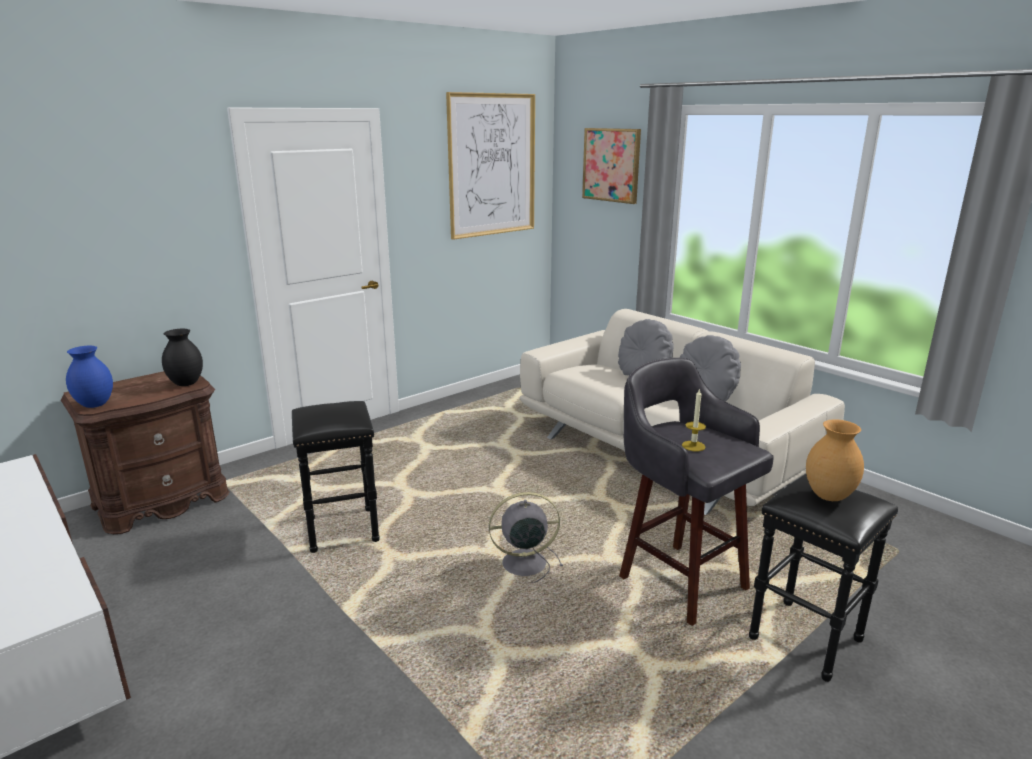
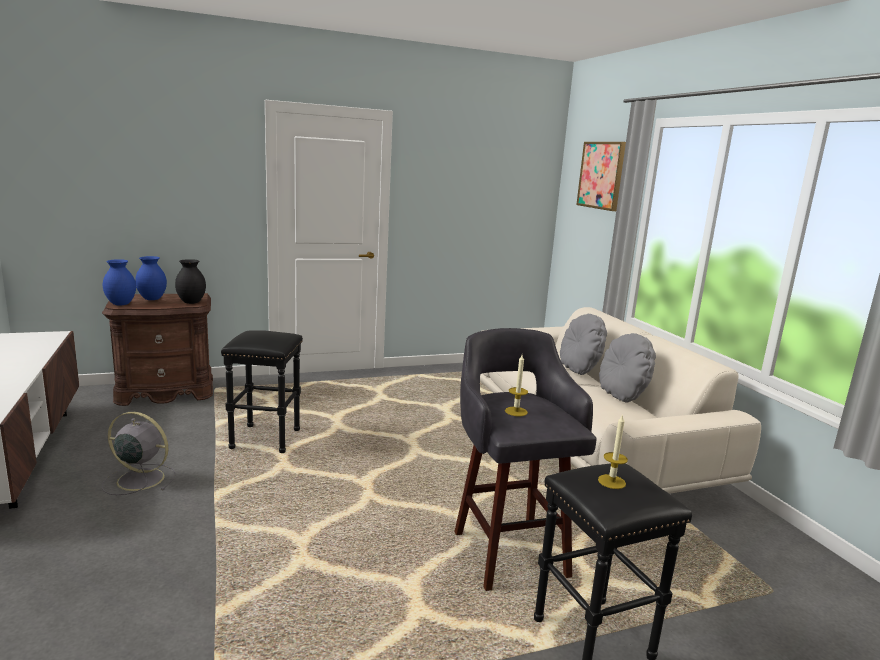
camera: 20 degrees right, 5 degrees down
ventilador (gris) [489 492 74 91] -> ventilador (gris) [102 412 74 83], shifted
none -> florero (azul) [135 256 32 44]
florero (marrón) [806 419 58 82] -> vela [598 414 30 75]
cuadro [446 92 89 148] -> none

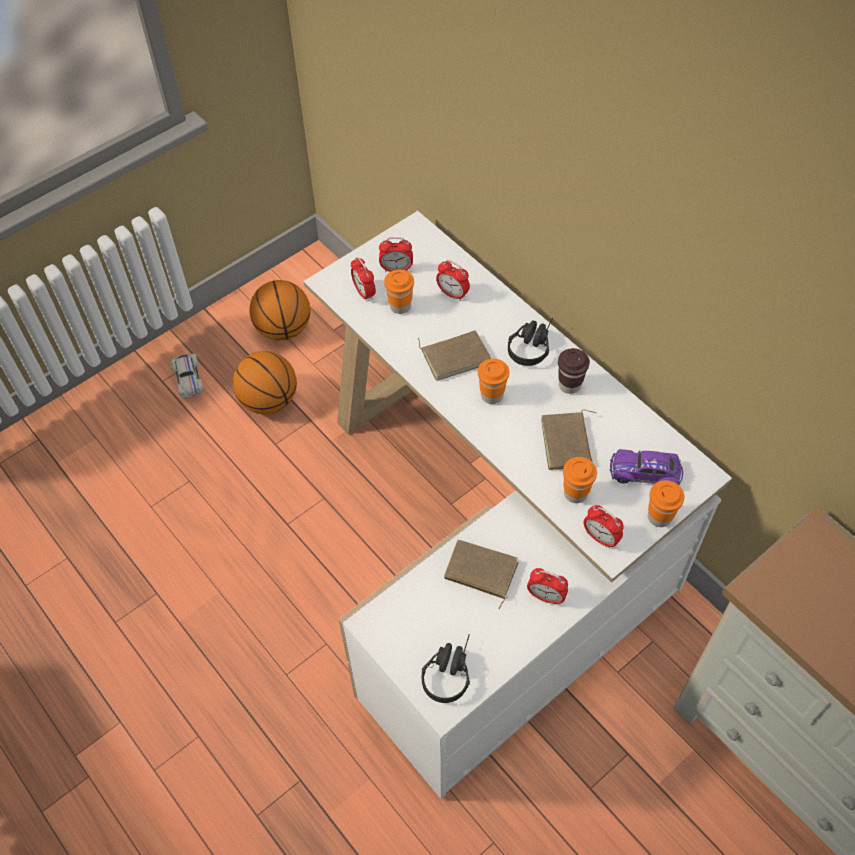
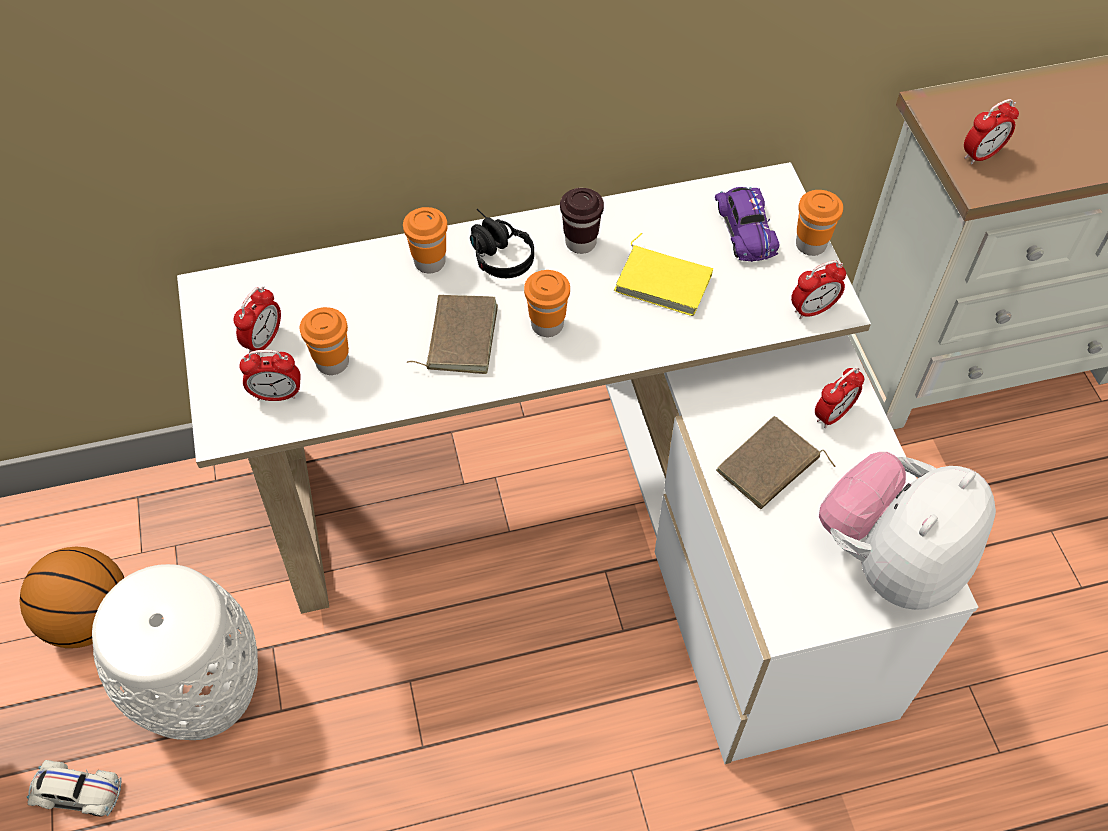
camera: 65 degrees left, 0 degrees up
balón de baloncesto [233 351 64 63] -> taburete (blanco) [92 564 166 176]
taza (naranja) [563 457 34 46] -> taza (naranja) [403 207 45 66], shifted
libro (marrón) [541 409 56 61] -> libro (amarillo) [614 233 99 83]
coche de juguete (morado) [610 449 73 36] -> coche de juguete (morado) [715 187 65 75], 45 degrees counterclockwise
auriculares (negro) [422 634 48 69] -> peluche [819 452 177 158]
despertador [436 260 34 41] -> despertador [964 99 55 66], shifted

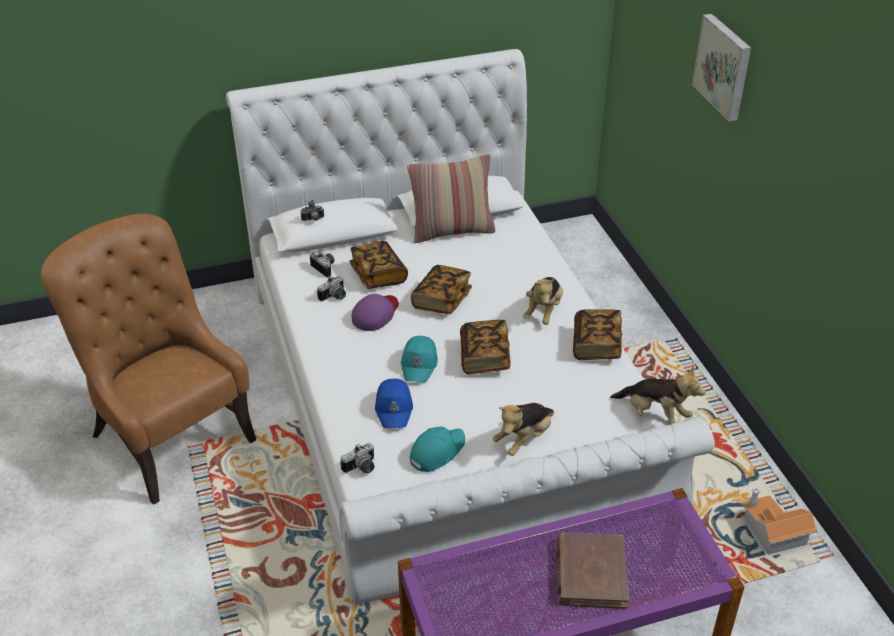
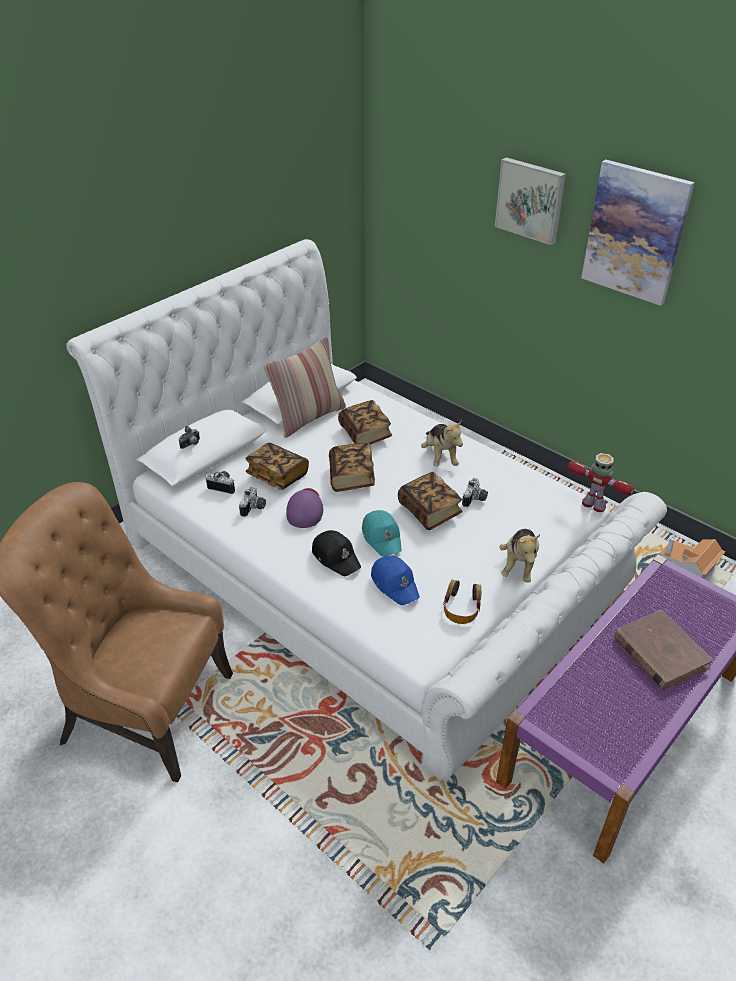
camera: 30 degrees left, 0 degrees up
none -> gorra (negro) [312 530 49 46]
libro [573 309 49 51] -> libro [338 400 54 45], shifted
gorra (turquesa) [410 427 55 45] -> auriculares [443 580 39 44]
cámara [340 443 34 31] -> cámara [462 478 26 29], shifted
peluche [610 366 96 59] -> robot de juguete [568 453 66 59]
none -> cuadro [581 160 114 146]

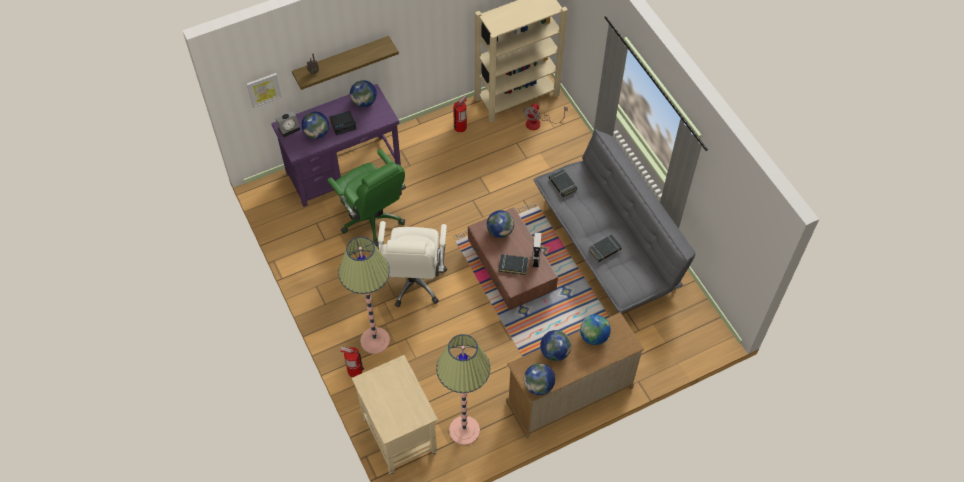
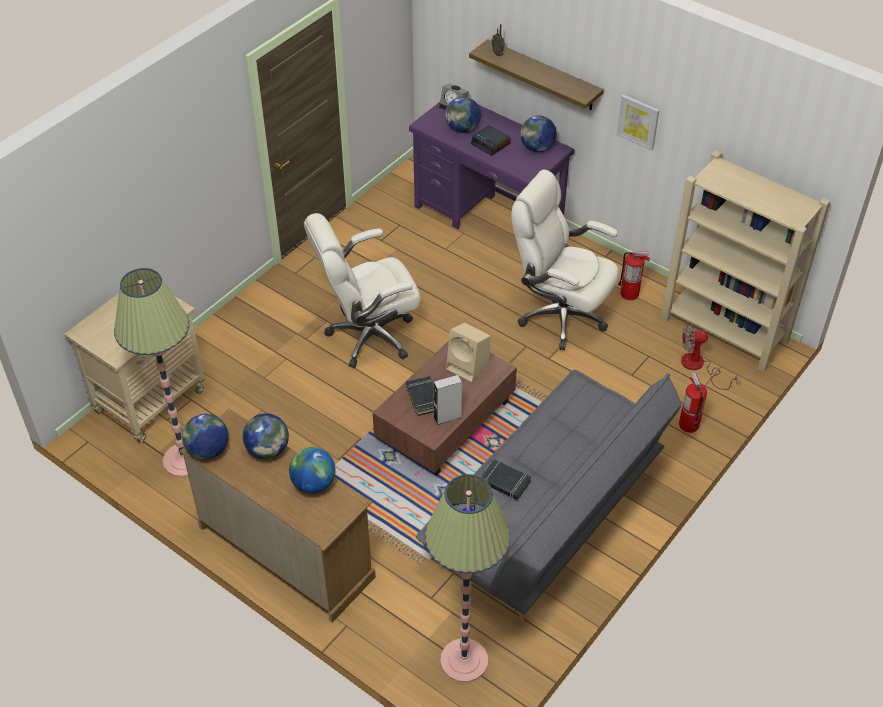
camera: 65 degrees right, 10 degrees down
lámpara de pie [338 237 52 117] -> lámpara de pie [425 474 86 209], shifted
globo terráqueo [487 210 27 28] -> altavoz (beis) [446 323 45 59]
none -> silla de oficina (blanco) [512 170 107 180]
cuadro [247 73 35 35] -> cuadro [616 94 43 57], shifted
extintor [340 346 24 31] -> extintor [679 372 28 61], shifted
silla de oficina (verde) [327 149 79 98] -> none
libro (negro) [549 169 28 28] -> none

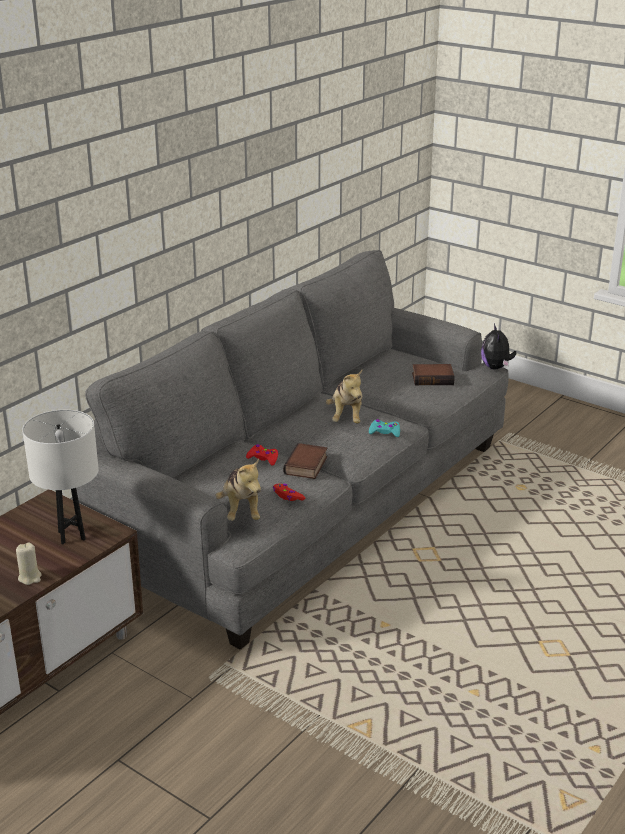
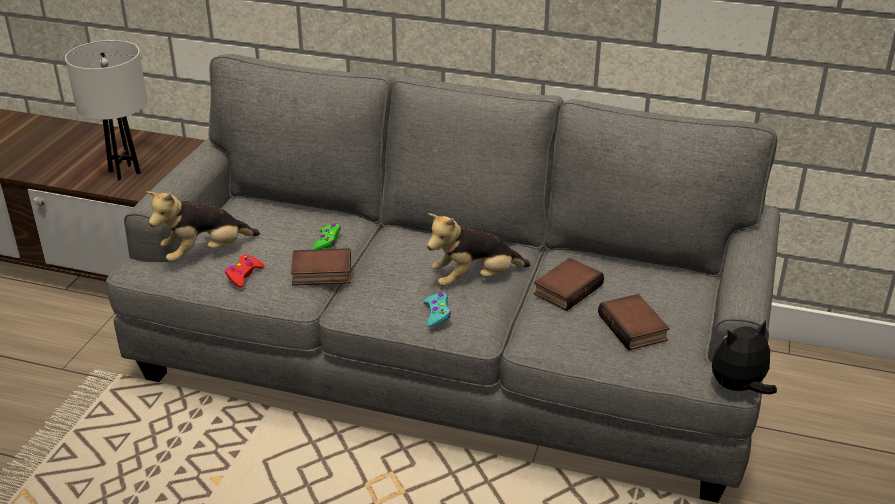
camera: 70 degrees right, 5 degrees up
mando de consola (rojo) [246 444 32 22] -> mando de consola (verde) [312 224 29 26]
none -> libro [533 258 71 53]
vela (beis) [16 543 26 42] -> none

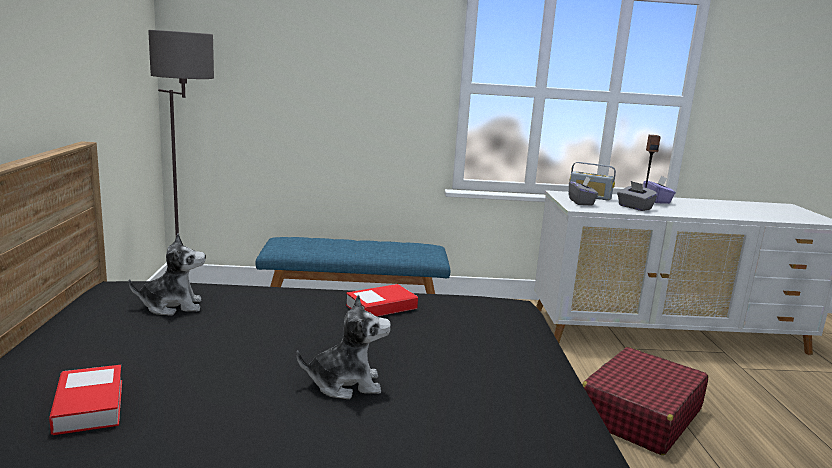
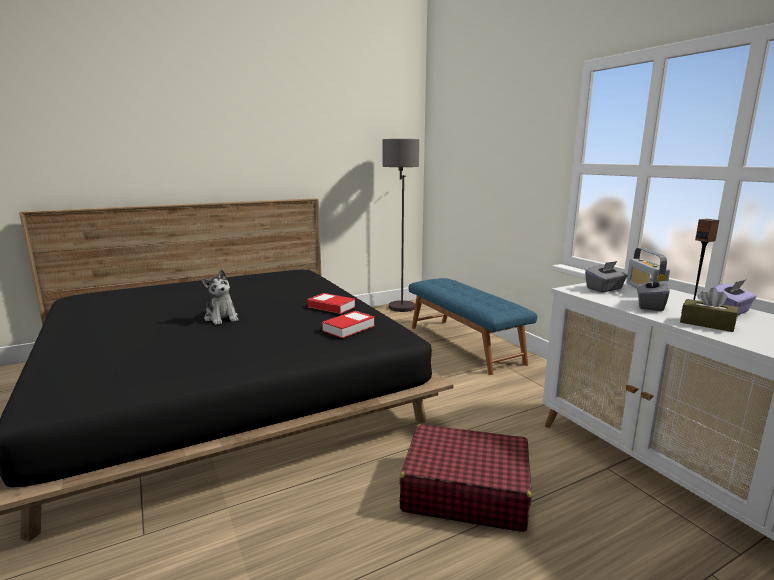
camera: 65 degrees right, 0 degrees up
libro [49 365 73 70] -> libro [322 311 53 27], shifted
none -> caja de pañuelos (marrón) [680 288 59 44]
peluche [129 233 77 83] -> none

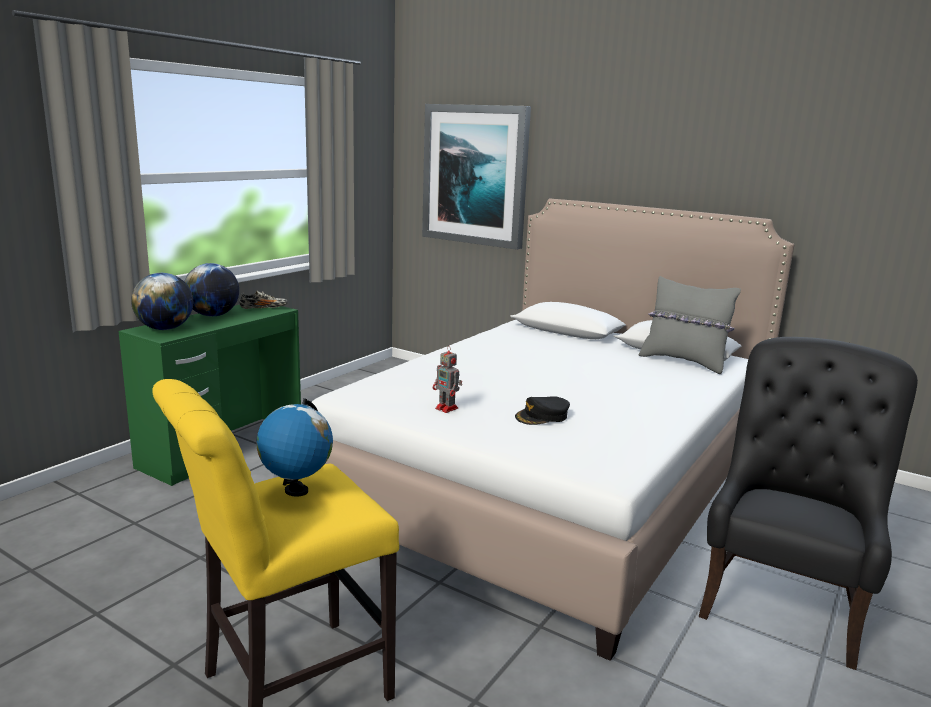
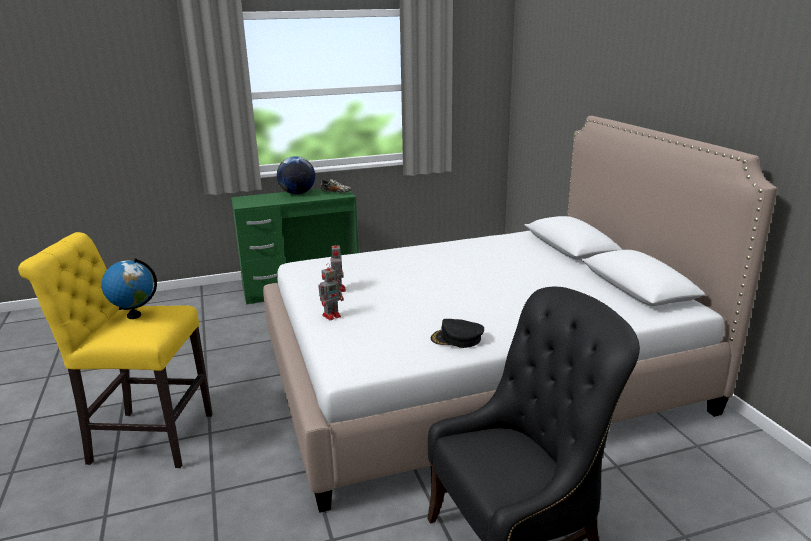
camera: 40 degrees right, 5 degrees up
none -> robot de juguete [318 263 26 57]
gorra (negro) [515 396 55 29] -> gorra (negro) [431 319 53 29], shifted
globo terráqueo [131 273 62 57] -> none
cuadro [422 104 109 146] -> none
cojín (gris) [638 276 103 98] -> none

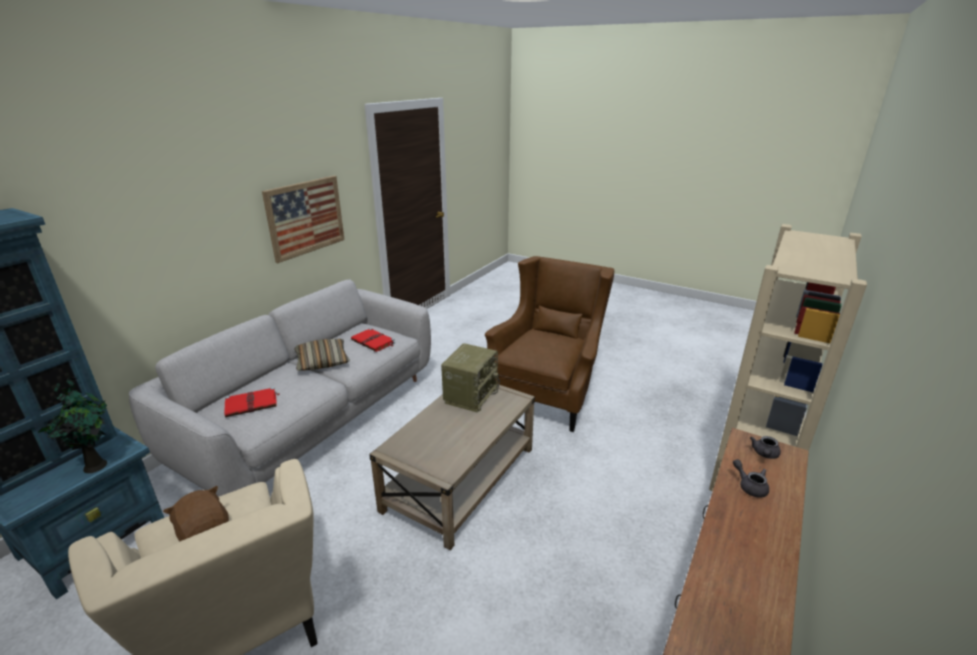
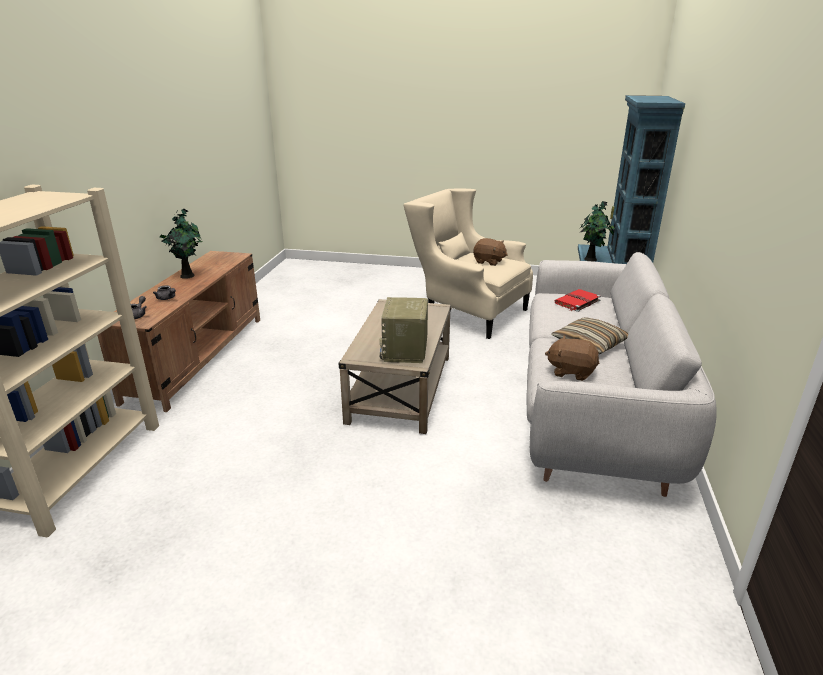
camera: 160 degrees right, 0 degrees up
none -> planta en maceta [160 209 42 70]
libro (rojo) [351 328 44 24] -> peluche (marrón) [545 335 54 46]
cuadro [262 176 83 87] -> none
sillón (marrón) [485 256 129 176] -> none

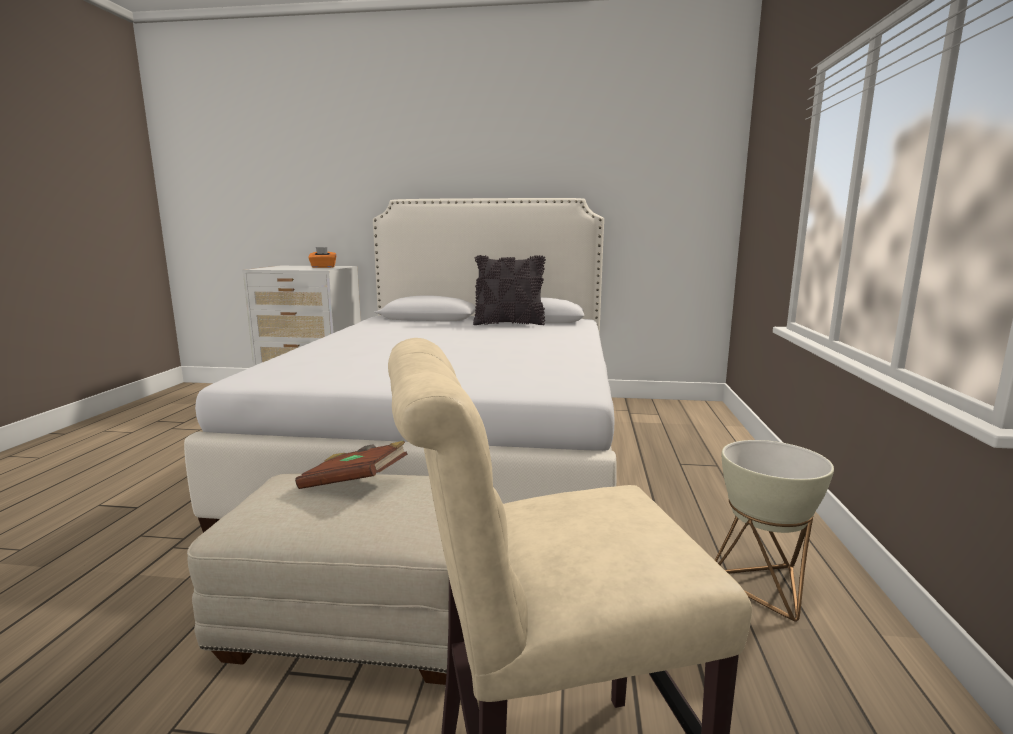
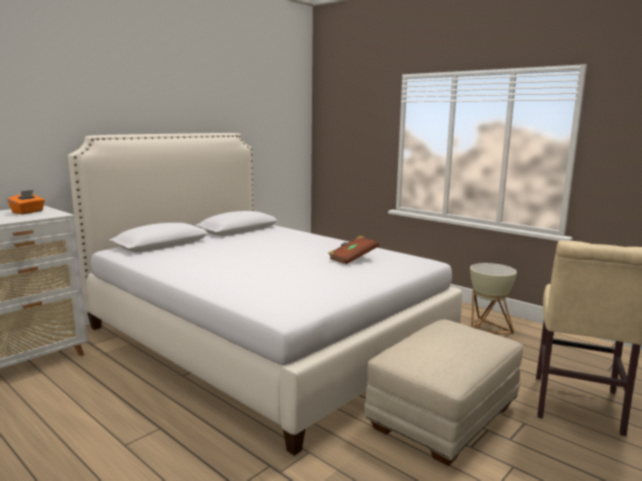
camera: 55 degrees left, 0 degrees up
libro (marrón) [295 441 113 48] -> libro (marrón) [328 235 51 30], shifted
cojín (negro) [473 255 73 70] -> none

